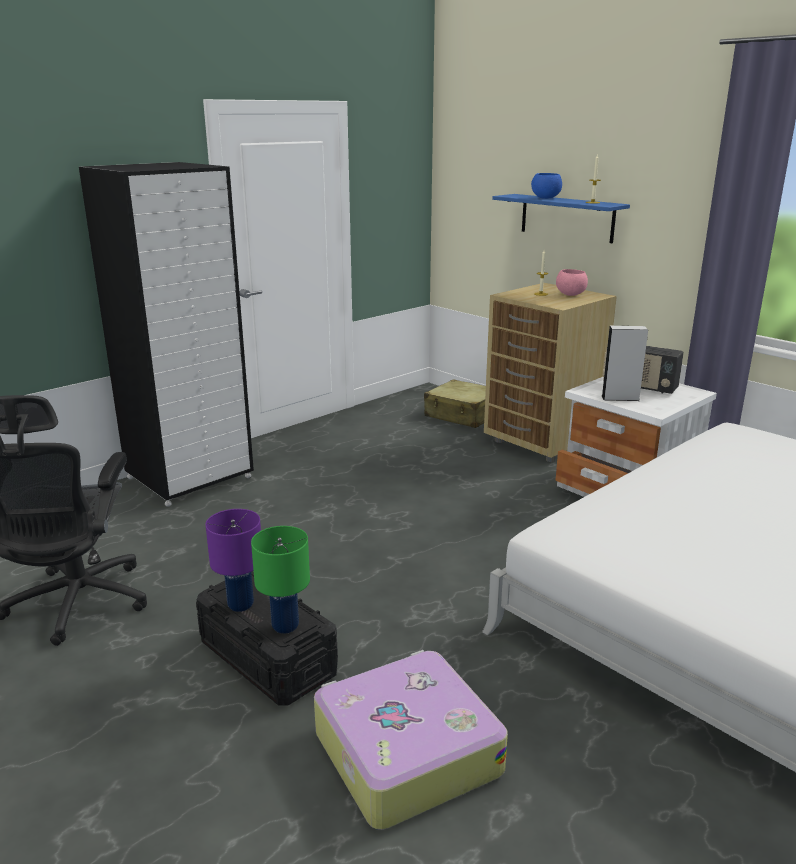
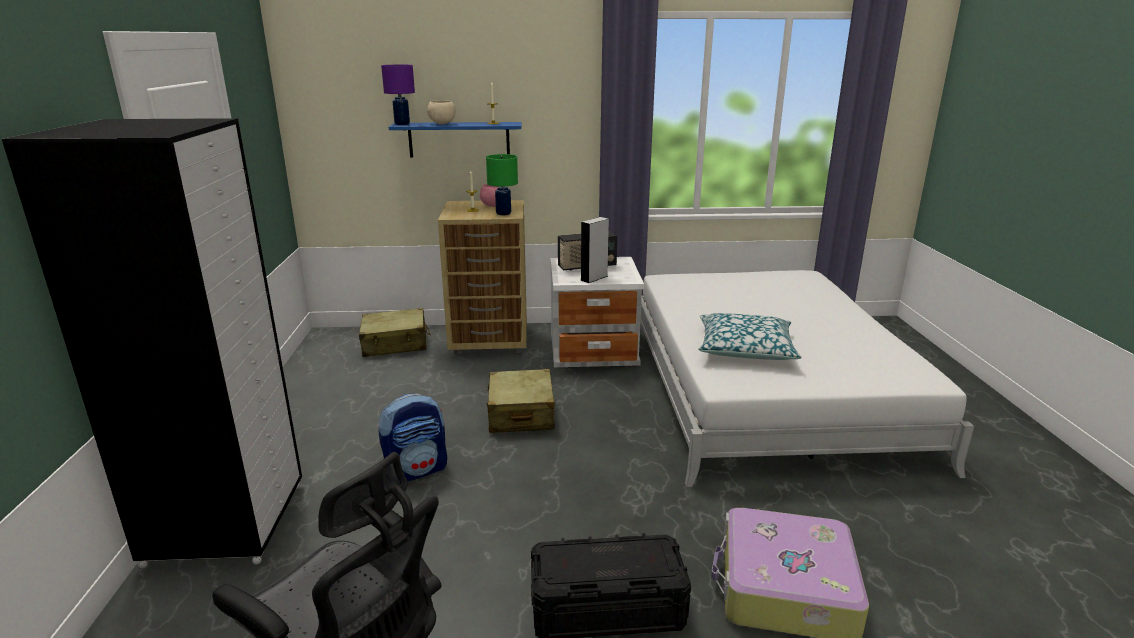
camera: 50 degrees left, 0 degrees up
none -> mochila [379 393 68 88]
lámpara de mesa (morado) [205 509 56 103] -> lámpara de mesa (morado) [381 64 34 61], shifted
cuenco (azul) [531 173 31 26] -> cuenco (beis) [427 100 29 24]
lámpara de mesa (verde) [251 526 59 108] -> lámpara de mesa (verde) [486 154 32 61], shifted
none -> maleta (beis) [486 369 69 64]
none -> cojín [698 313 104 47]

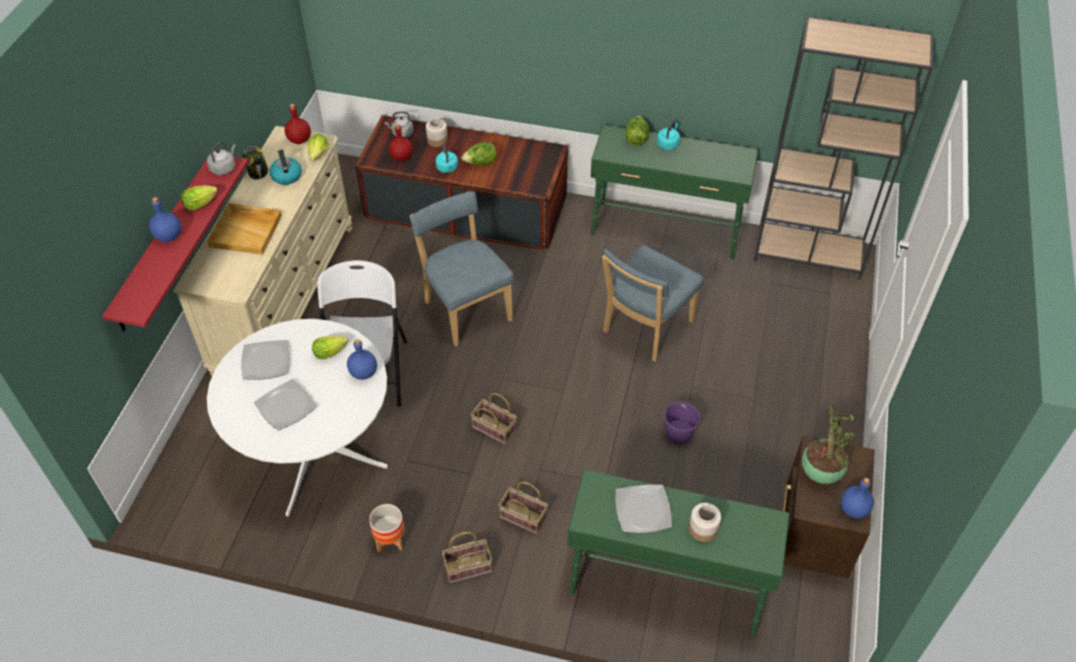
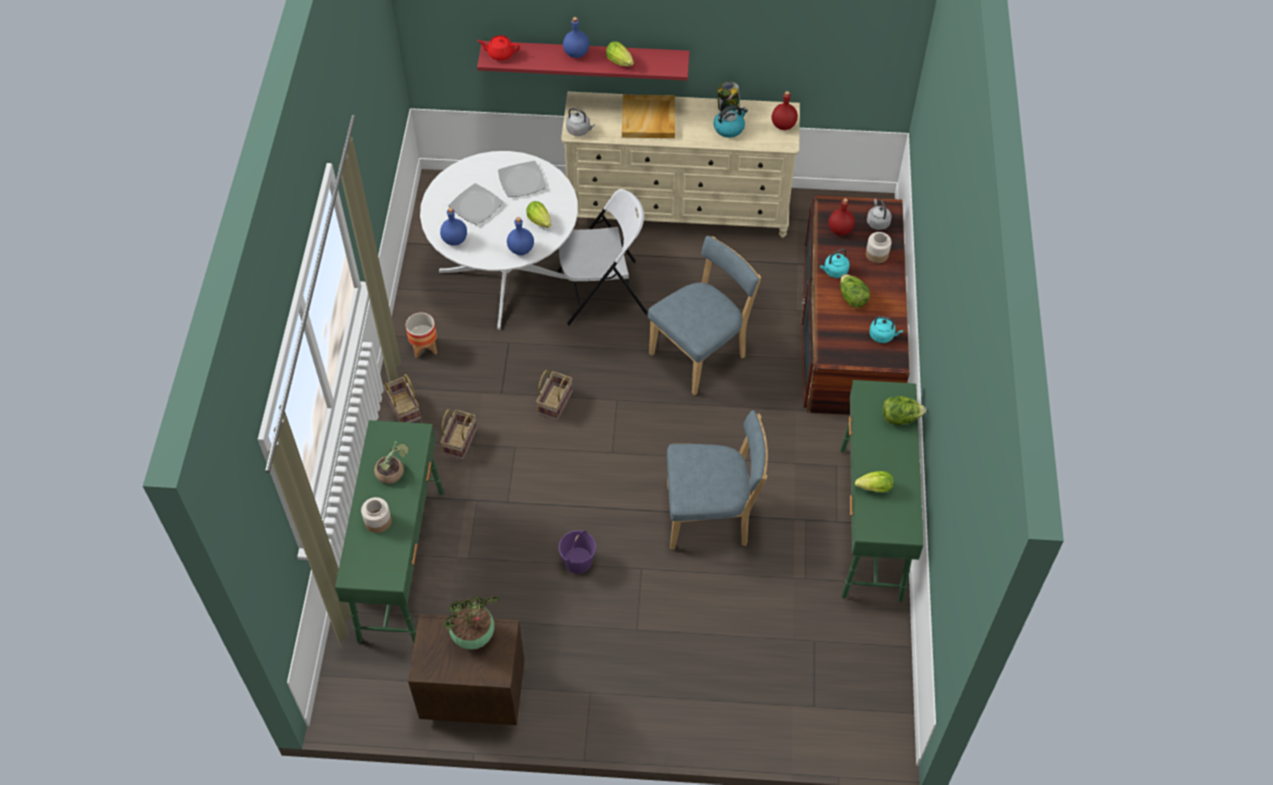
camera: 80 degrees right, 5 degrees up
plato [615 485 57 48] -> planta en maceta [374 442 35 42]
botella (azul) [841 478 33 40] -> botella (azul) [440 207 27 39], shifted
none -> tetera (rojo) [477 35 43 26]
hervidor (gris) [207 142 29 33] -> hervidor (gris) [566 108 29 28], shifted
silla (azul) [602 245 101 116] -> silla (azul) [667 410 101 140], 150 degrees clockwise
lechuga [308 133 21 28] -> lechuga [855 471 38 21], shifted
hervidor (turquesa) [657 121 23 29] -> hervidor (turquesa) [869 316 34 27], shifted
estantería [754 16 180 263] -> none

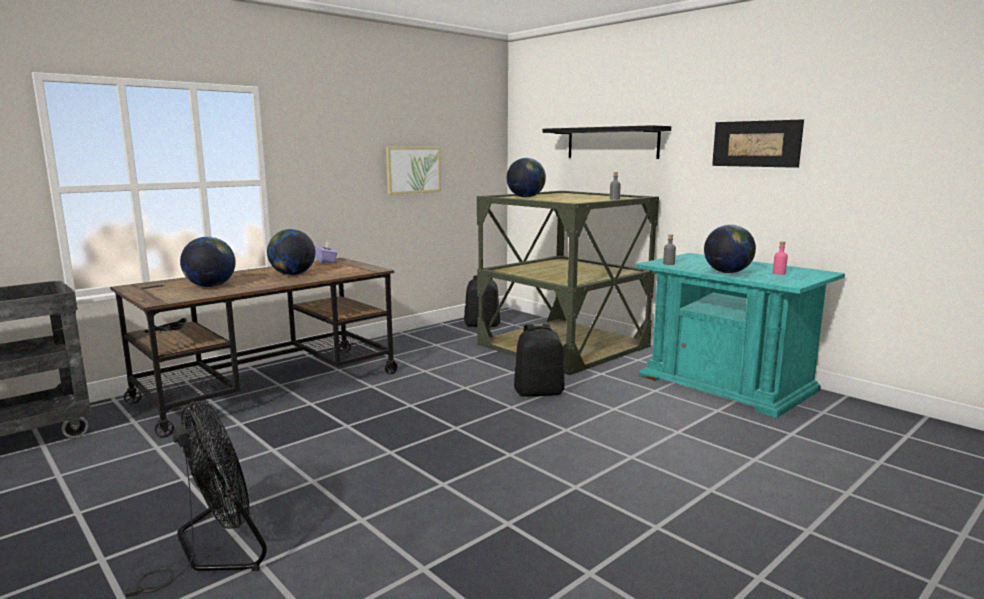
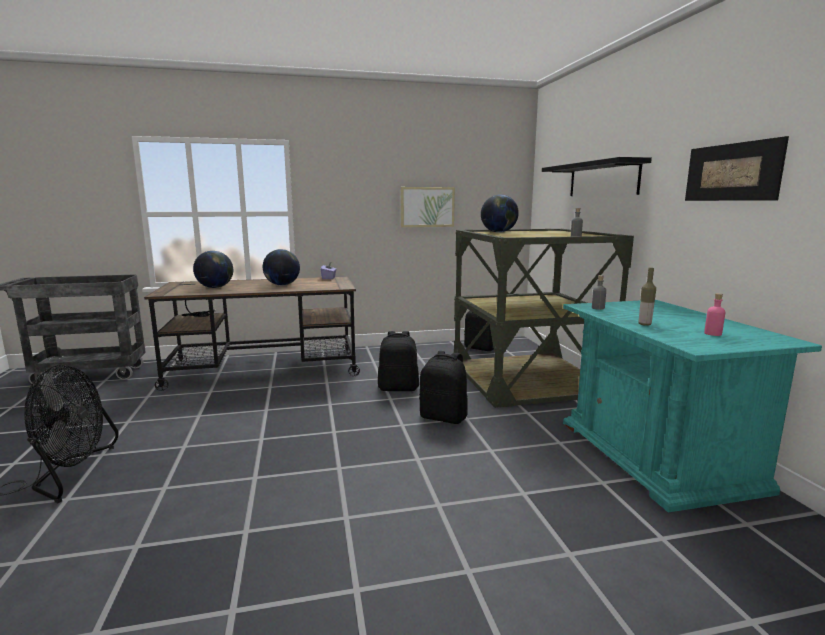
camera: 30 degrees right, 0 degrees up
none -> mochila (negro) [378 331 41 60]
globo terráqueo [704 225 52 48] -> botella [639 268 17 58]

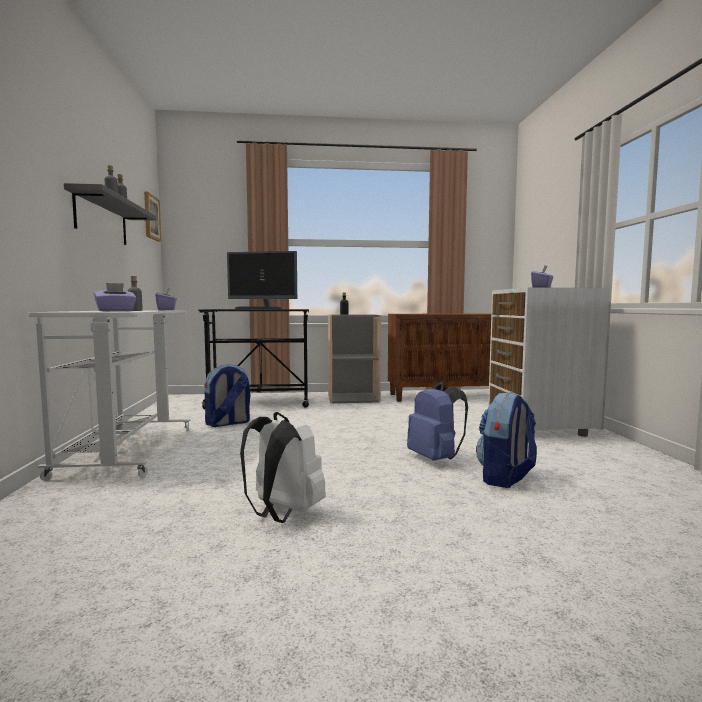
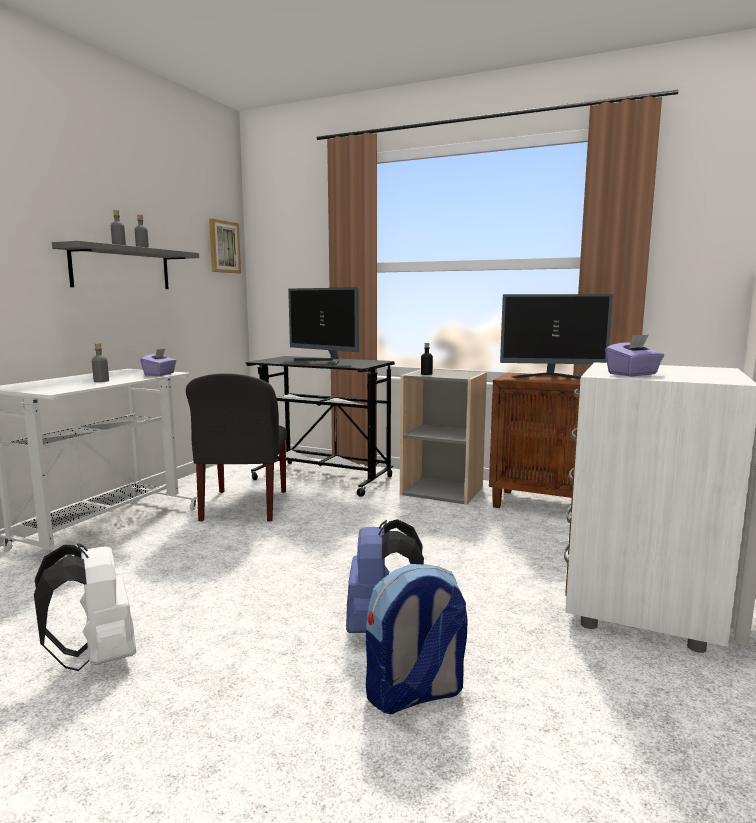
camera: 30 degrees right, 5 degrees up
mochila [204 364 46 63] -> silla (gris) [186 373 101 149]
none -> monitor [500 294 113 85]
caja de pañuelos (morado) [94 283 42 28] -> none

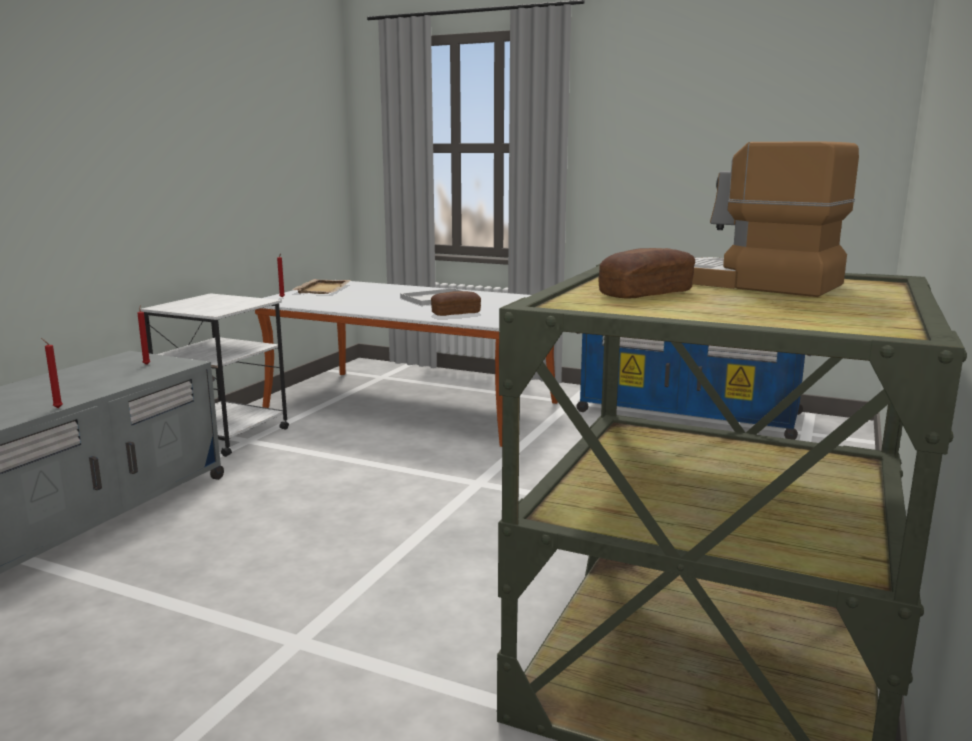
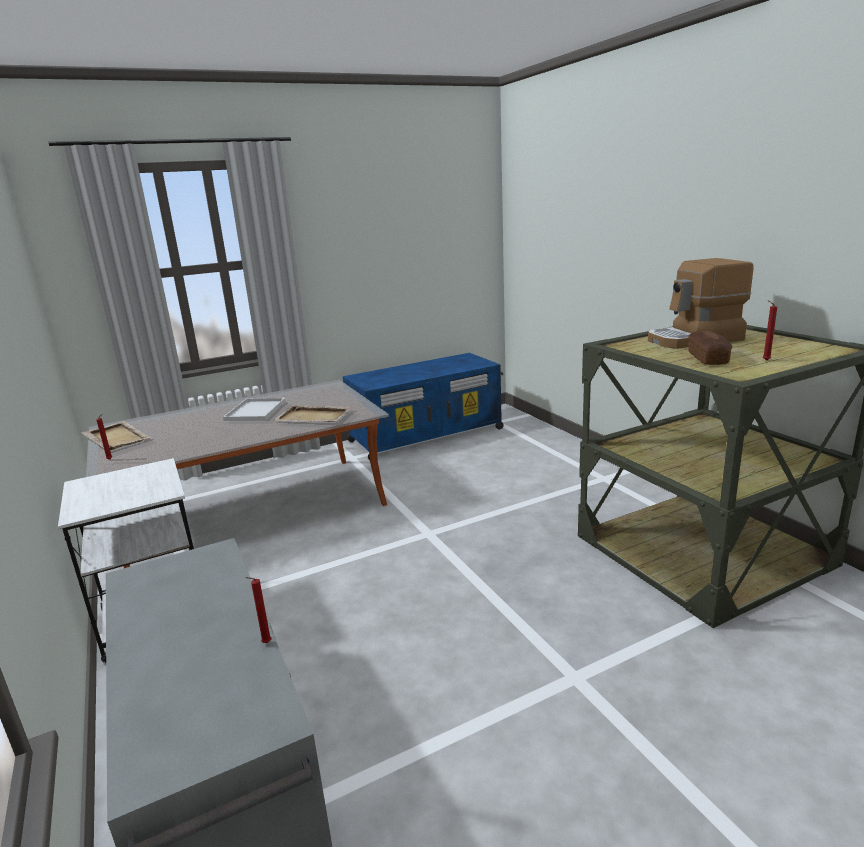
camera: 50 degrees left, 5 degrees up
pan [431 291 50 25] -> bandeja (beis) [273 405 79 17]
vela (rojo) [137 305 13 60] -> vela (rojo) [763 300 14 61], shifted

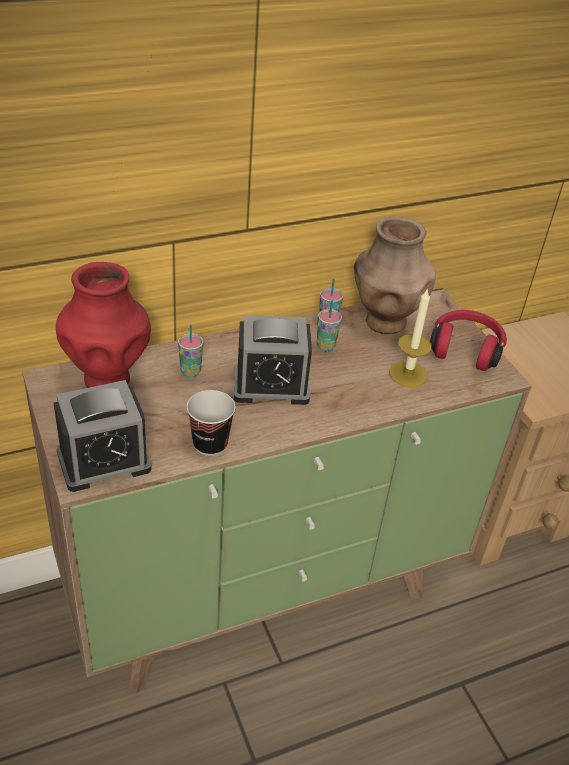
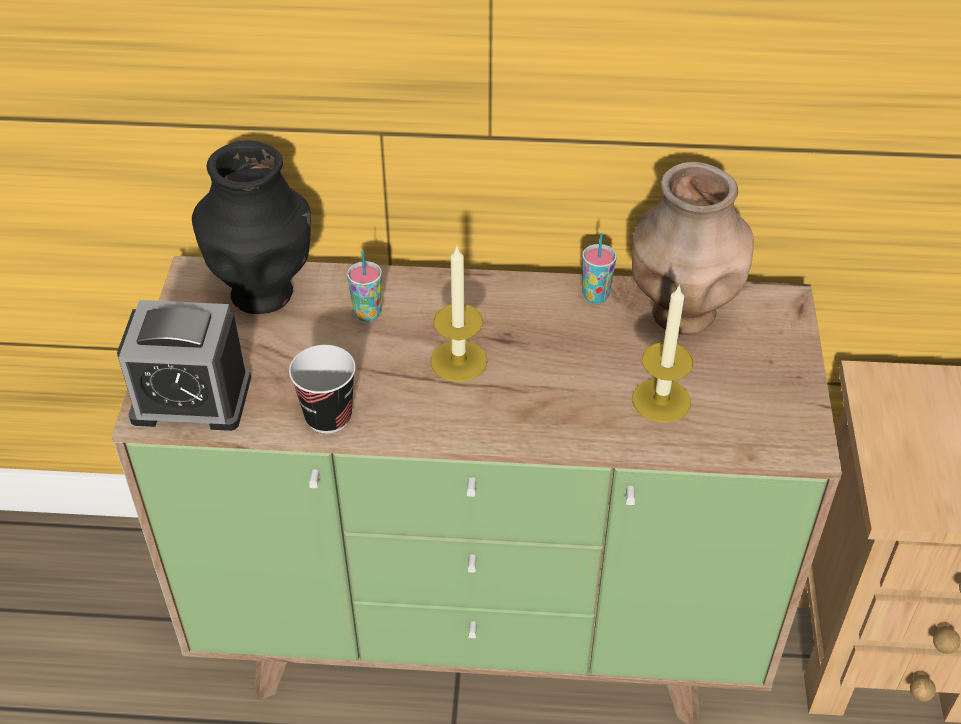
camera: 30 degrees right, 5 degrees up
florero (rojo) [56 262 95 126] -> florero (negro) [192 140 119 174]
despertador [234 315 78 90] -> vela [430 247 58 135]
taza [317 300 25 52] -> none
auriculares (rojo) [430 310 77 61] -> none

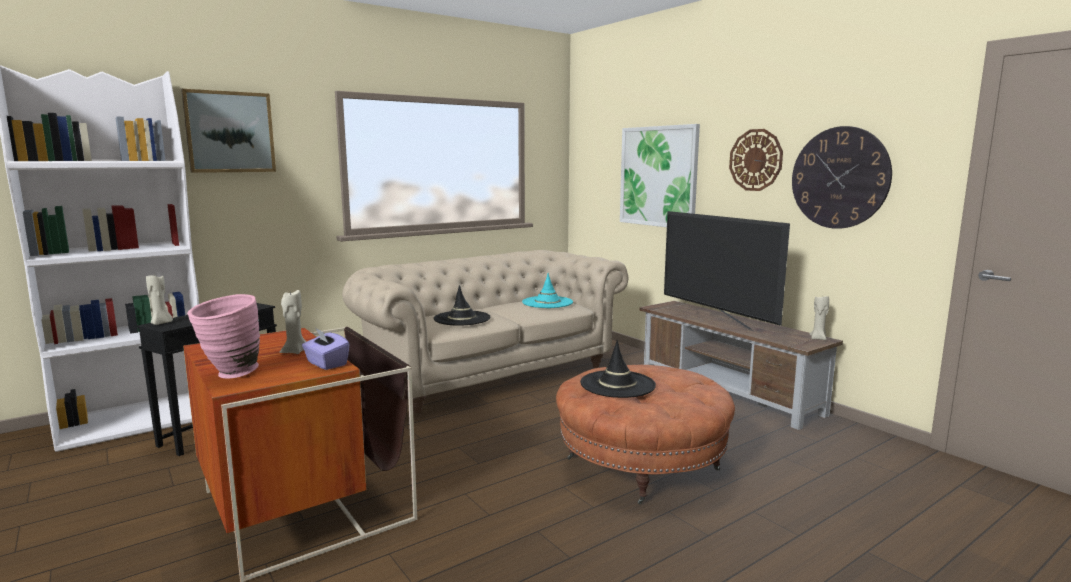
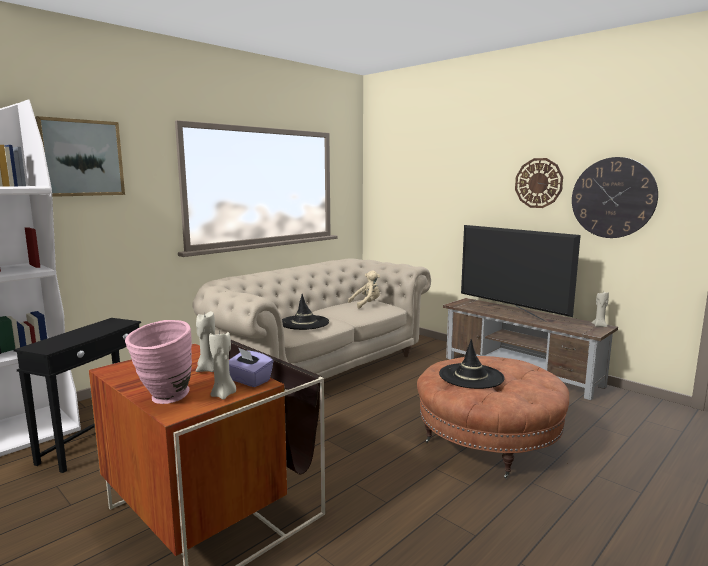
camera: 10 degrees left, 0 degrees up
vela (beis) [146 273 27 52] -> vela (beis) [209 331 27 69], shifted
sombrero (turquesa) [522 273 51 35] -> peluche (beis) [348 270 32 39]
cuadro [620 124 80 103] -> none

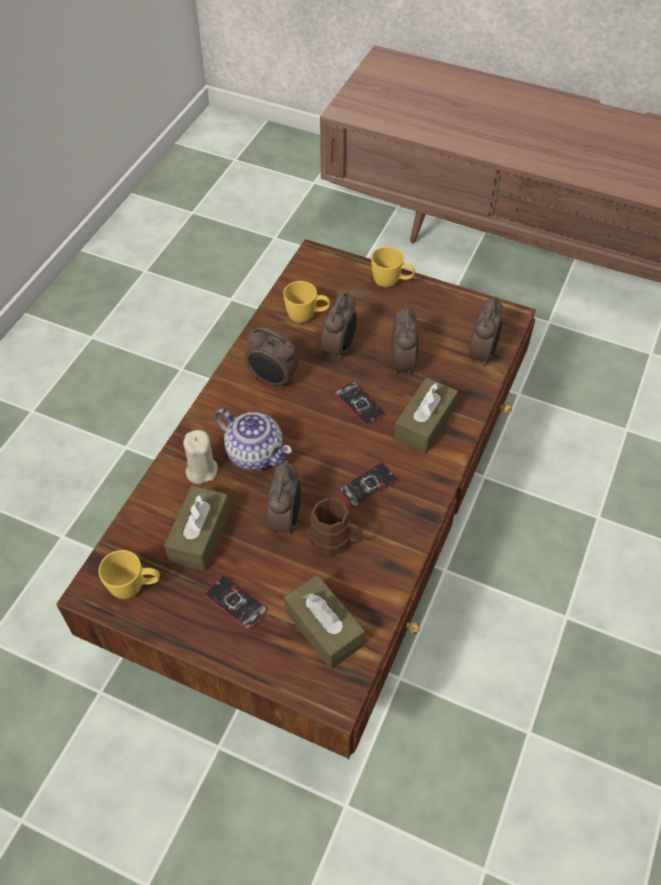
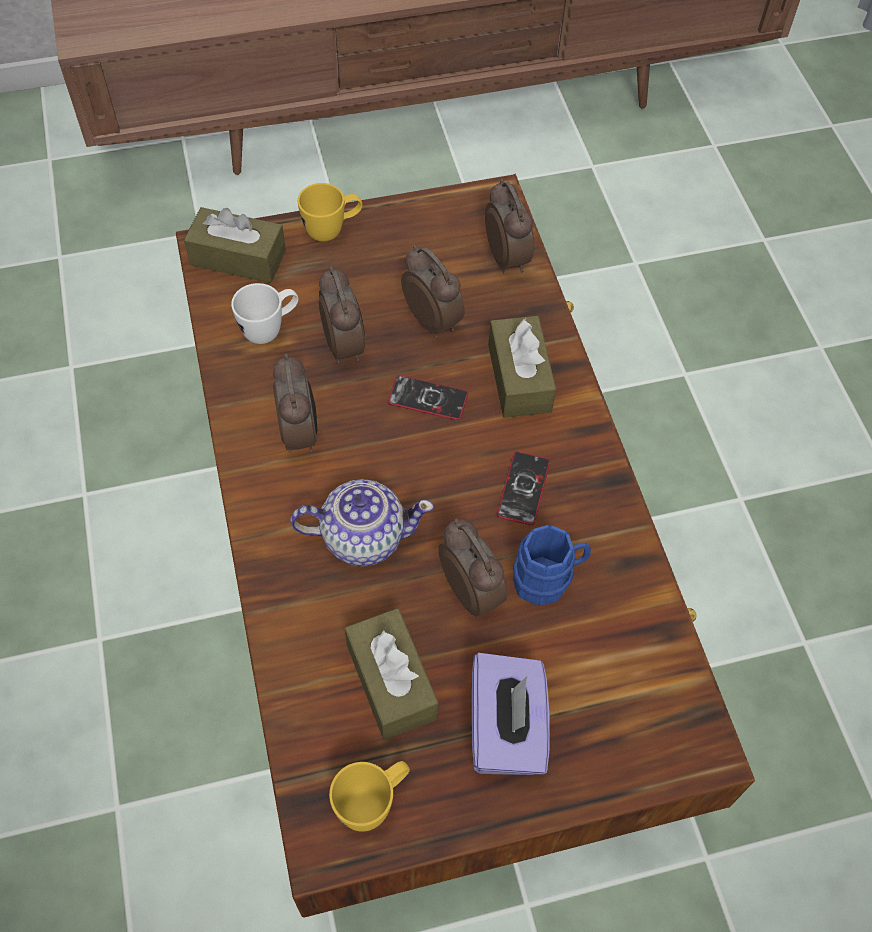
camera: 40 degrees left, 5 degrees up
caja de pañuelos (marrón) [284 575 81 94] -> caja de pañuelos (marrón) [184 207 102 76], shifted
taza grande (amarillo) [283 281 47 42] -> taza grande (blanco) [231 283 67 61]
despertador [245 327 53 62] -> despertador [273 354 44 99], 90 degrees counterclockwise
móvil [204 575 64 55] -> caja de pañuelos (morado) [472 653 78 122]
taza grande (marrón) [308 497 55 60] -> taza grande (azul) [513 525 78 81]
vela (beis) [183 430 35 54] -> none

